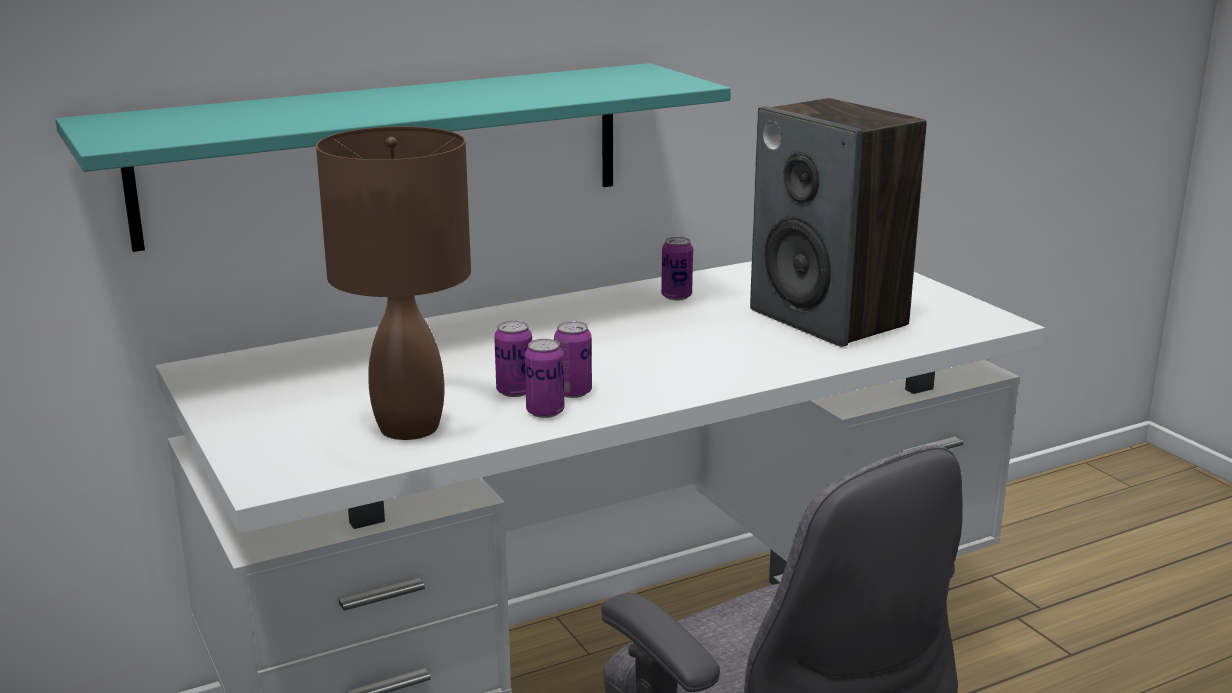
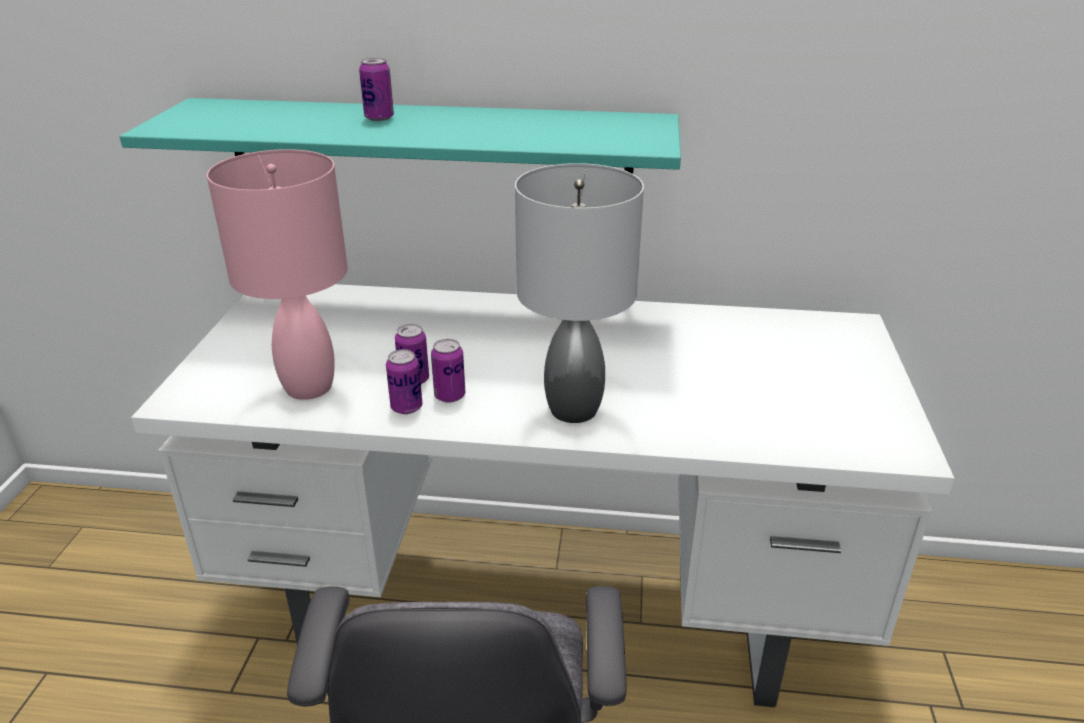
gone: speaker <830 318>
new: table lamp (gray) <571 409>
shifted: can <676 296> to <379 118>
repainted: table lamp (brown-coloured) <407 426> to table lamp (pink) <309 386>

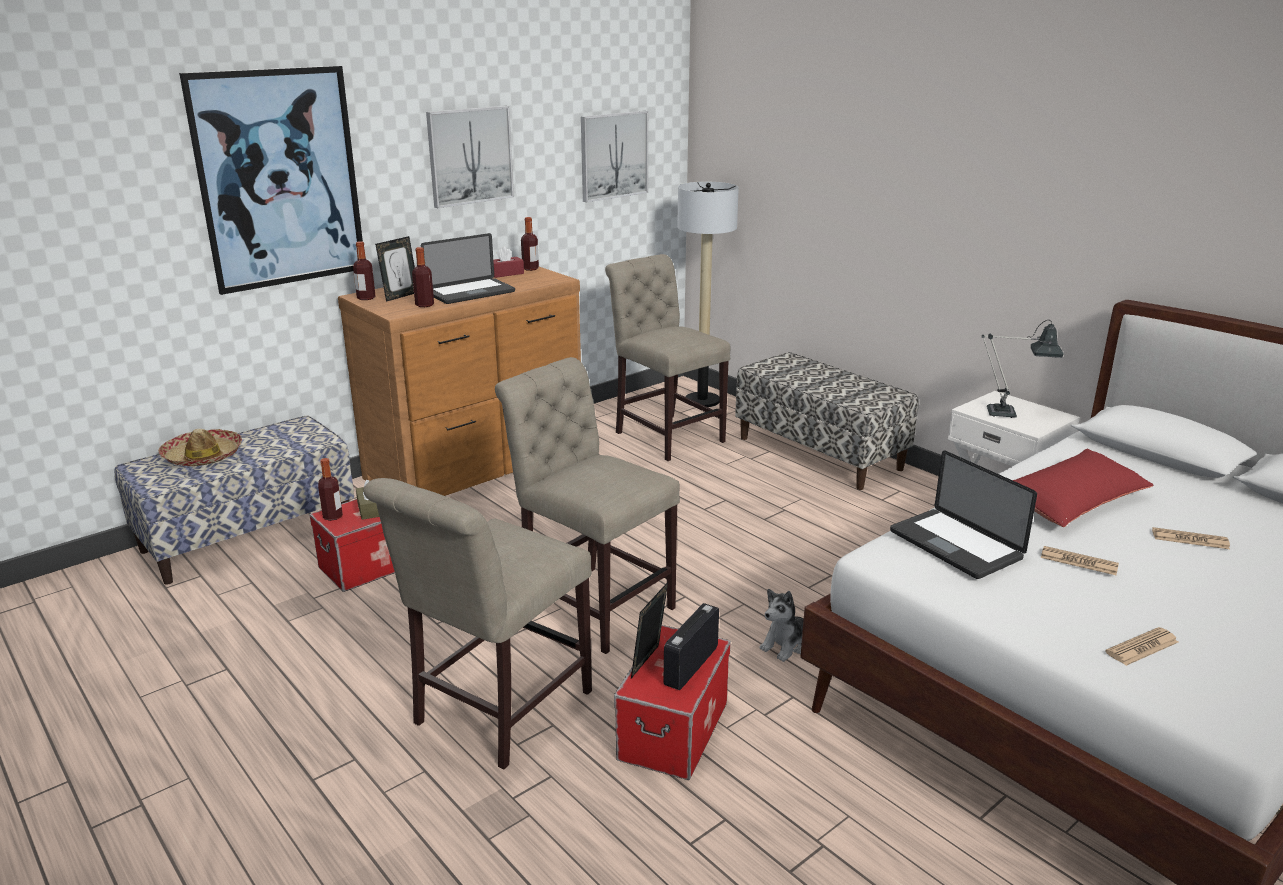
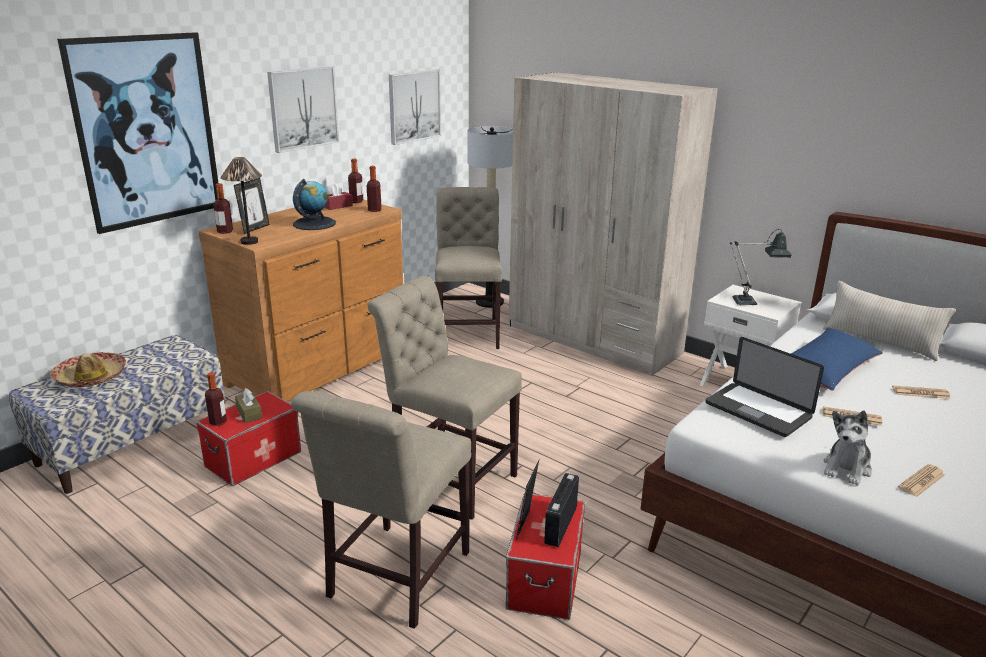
new: table lamp <249 242>; cushion (beige) <880 342>
shifted: beverage bottle <424 305> to <374 210>; cuddly toy <786 645> to <847 468>
swapped: portable computer <470 293> to globe <314 223>; indoor bench <820 453> to clothes cupboard (beige) <593 339>
repainted: cushion (reddish) <1072 502> to cushion (blue) <827 369>
rotated: chair (beige) <666 435> = <468 332> 45 degrees clockwise

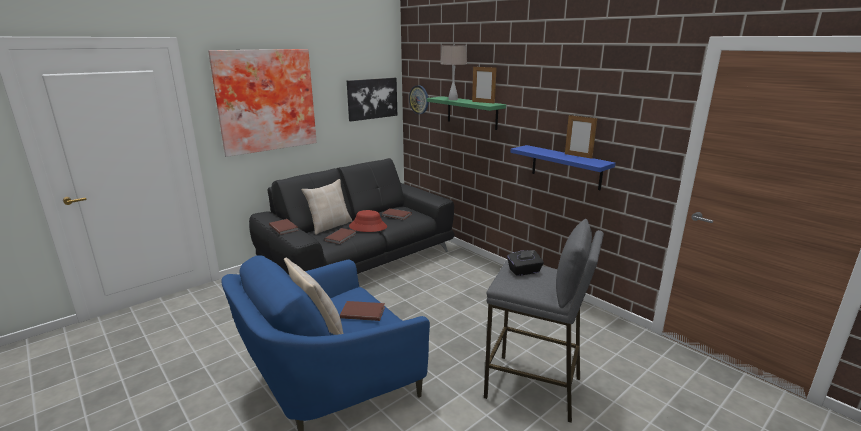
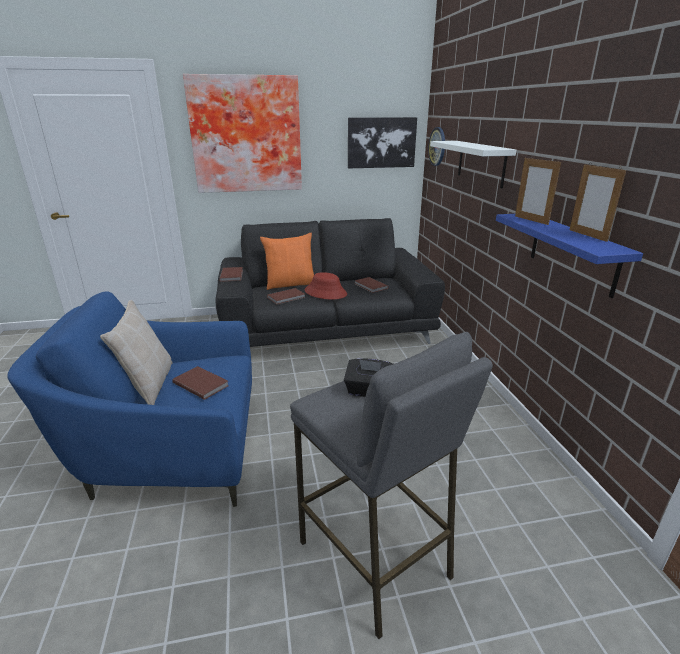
gone: table lamp (beige) <453 99>
shifted: photo frame <483 102> to <531 220>
repainted: cushion (beige) <330 226> to cushion (orange) <290 284>; bracket shelf (greenish) <472 112> to bracket shelf (white-coloured) <481 163>

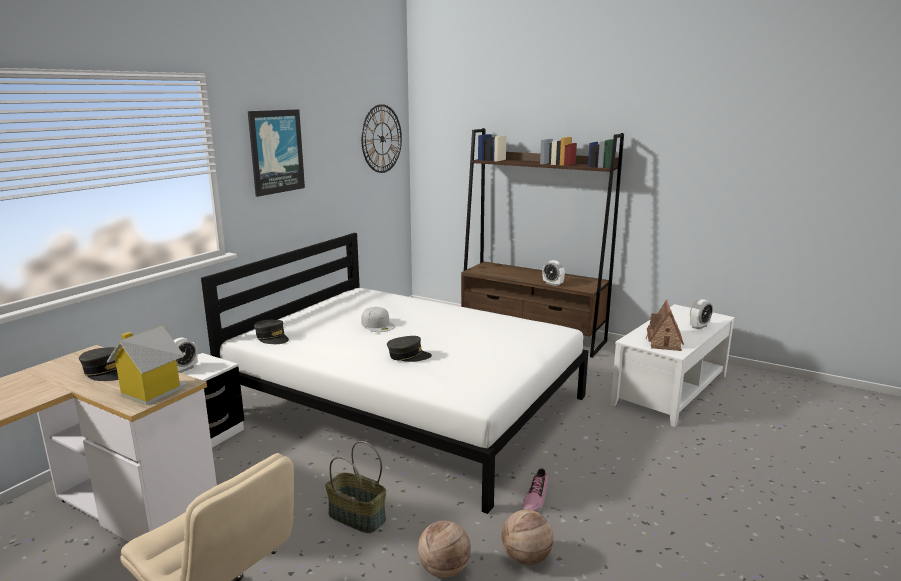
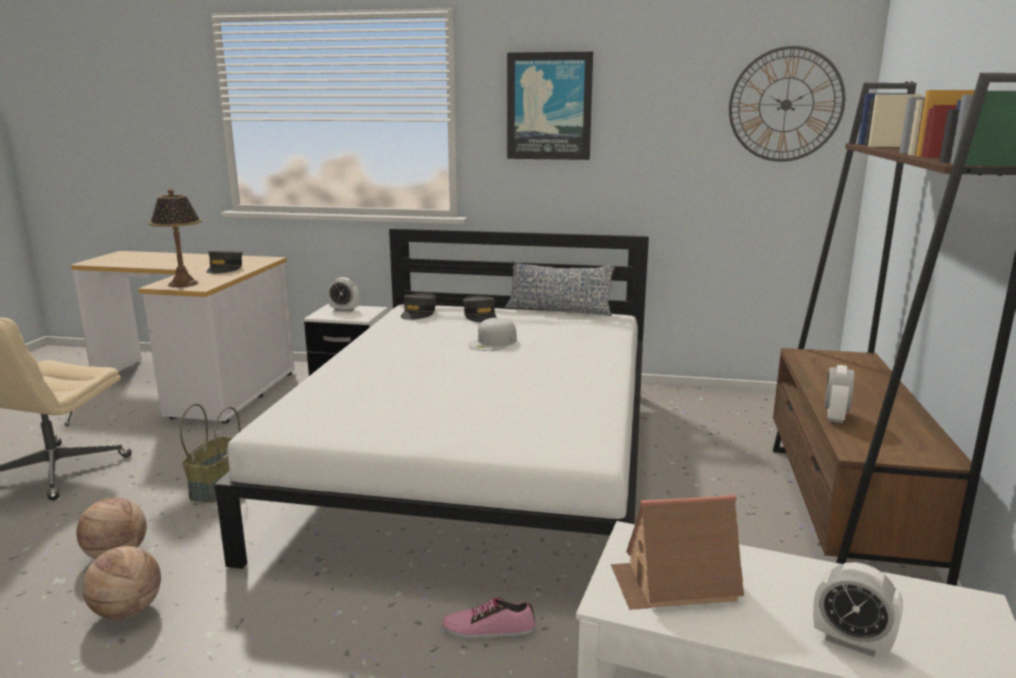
new: cushion <559 310>
shifted: baseball cap (gray) <408 356> to <480 316>; shoe <535 497> to <488 628>
swapped: toy house <151 392> to table lamp <183 284>

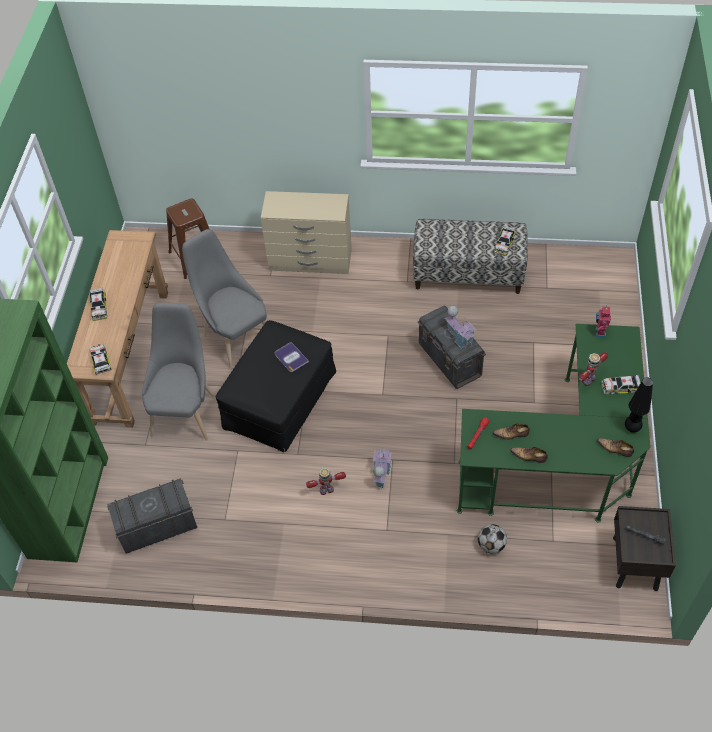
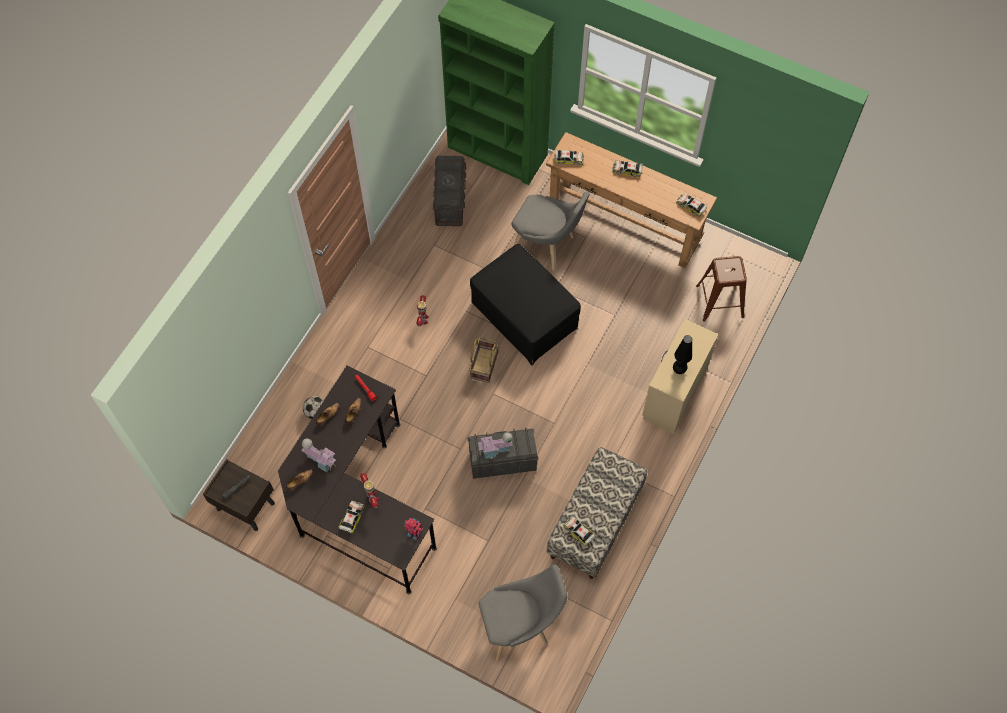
gone: bound book <291 357>
new: basket <483 364>; model car <691 206>
shifted: chair (gray) <235 336> to <520 625>; toy house <381 474> to <321 460>; table lamp (blackish) <631 428> to <679 370>
repainted: desk table (greenish) <562 461> to desk table (blackish) <358 501>

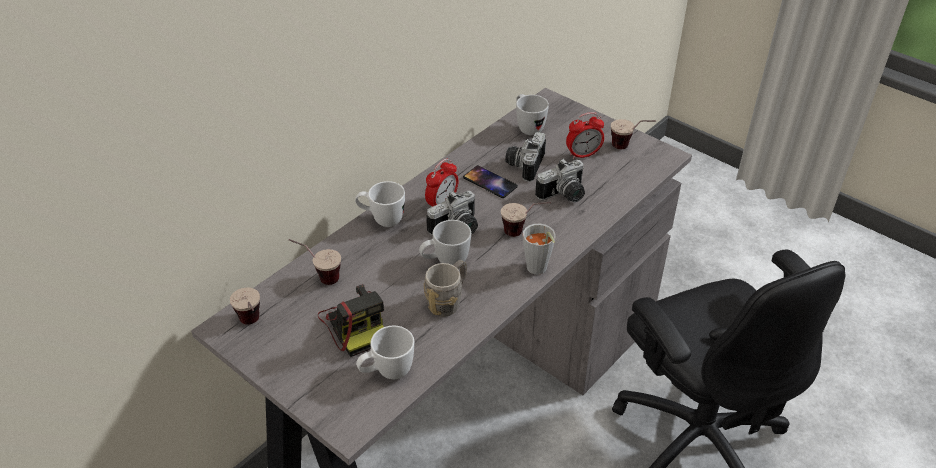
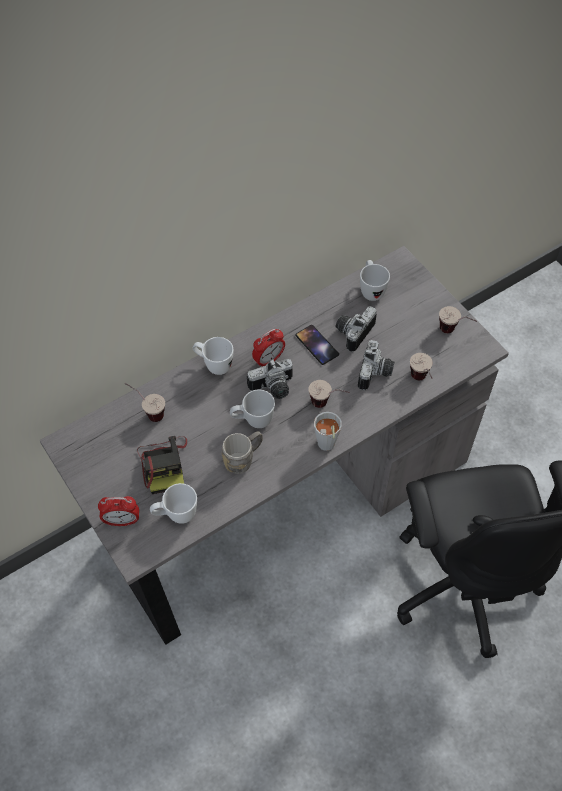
shifted: cup <253 326> to <421 382>; bedside clock <583 154> to <122 521>
rotated: still camera <564 196> = <376 373> 60 degrees counterclockwise

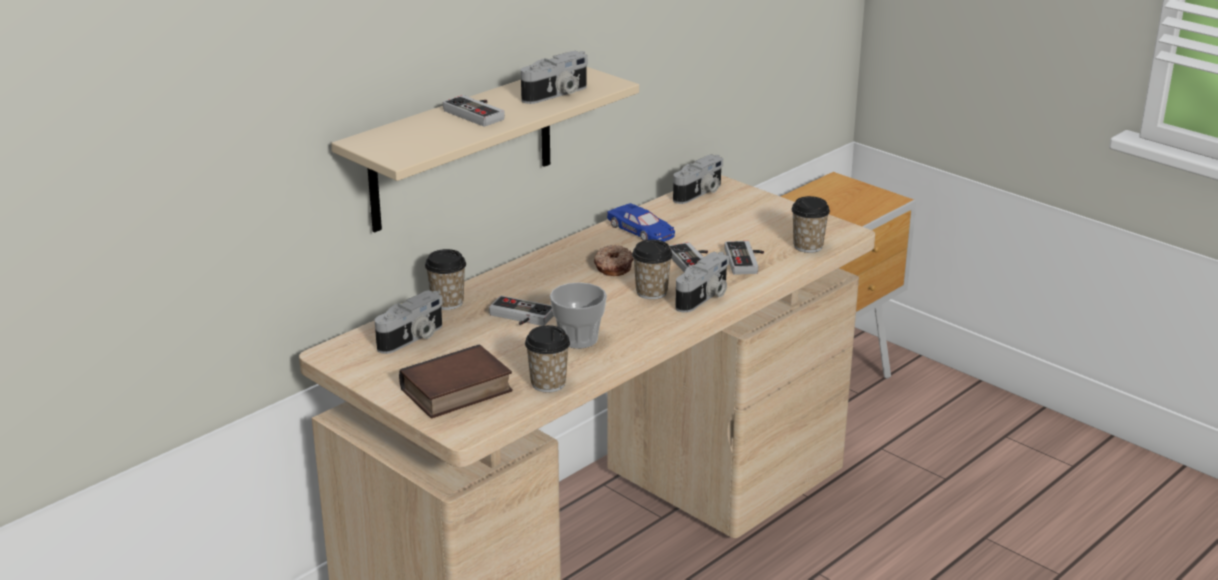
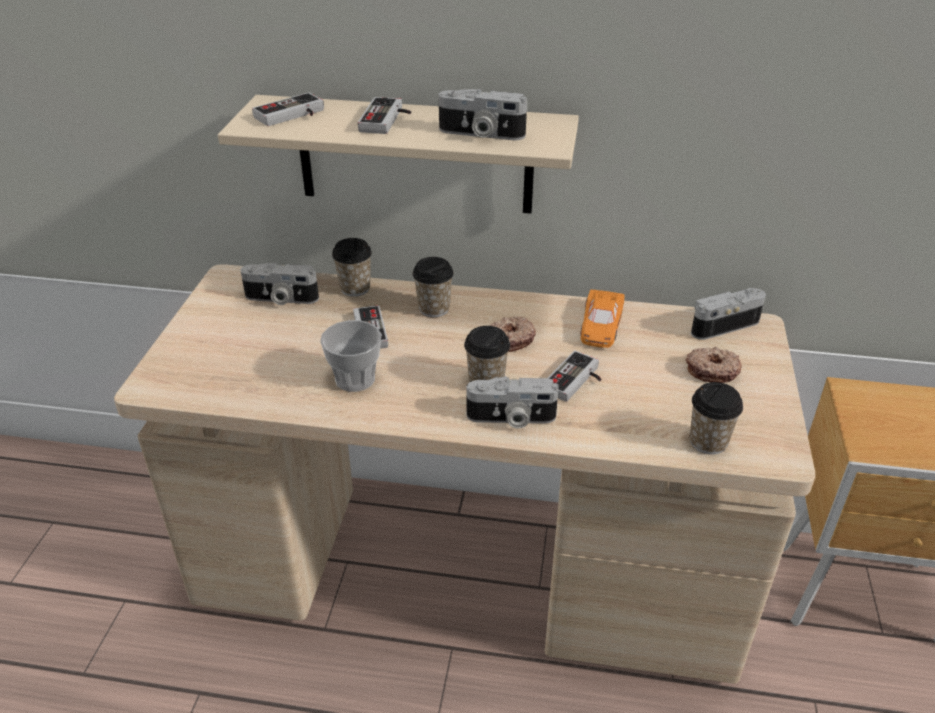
gone: bound book <456 392>
new: ring doughnut <712 370>
shifted: cup <548 383> to <434 309>; gamepad <746 261> to <292 116>
repainted: model car (blue) <642 231> to model car (orange) <600 325>
rotated: still camera <699 193> = <722 324> 150 degrees clockwise

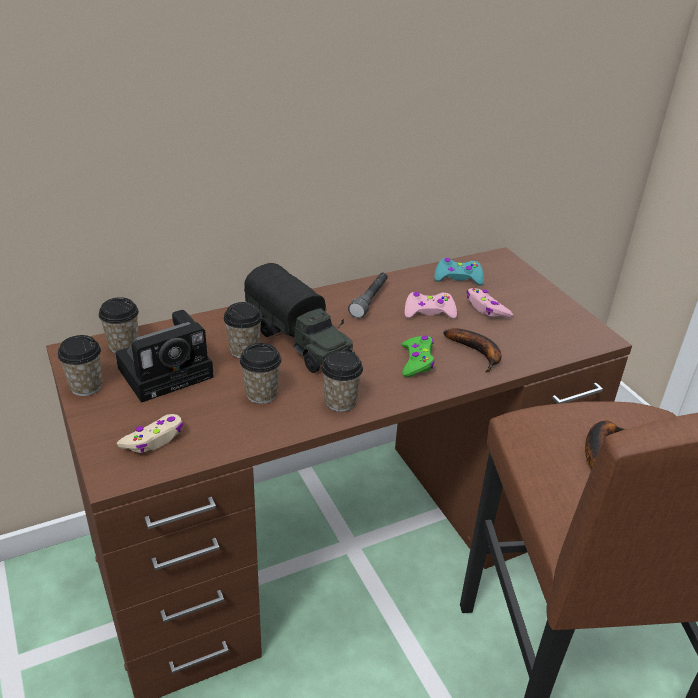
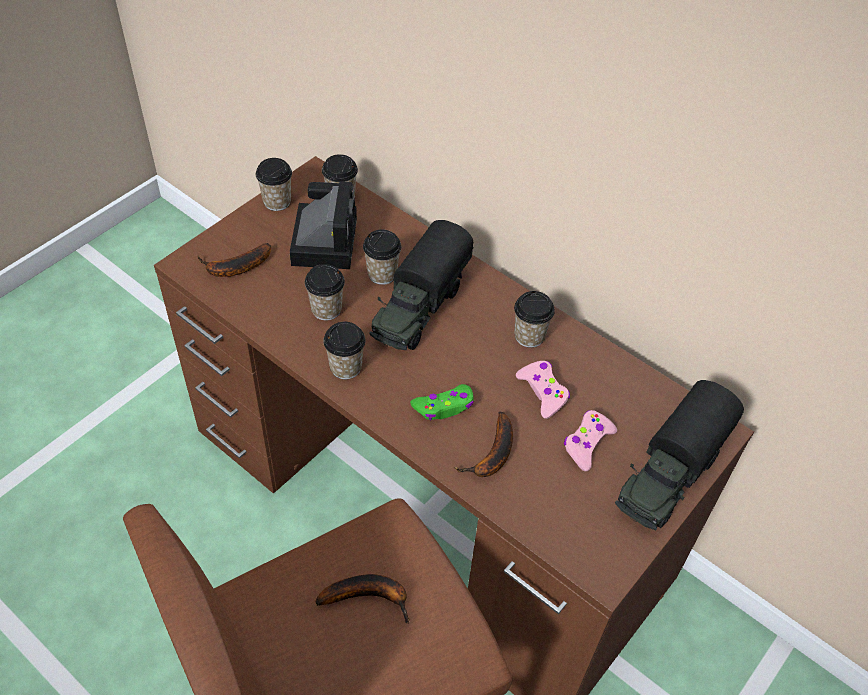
gone: gamepad (turquoise) <458 277>
new: toy truck <669 474>
swapped: gamepad (beige) <154 439> to banana fruit <235 268>; flashlight (gray) <369 300> to cup <529 336>
rotated: still camera <169 371> = <324 239> 120 degrees counterclockwise

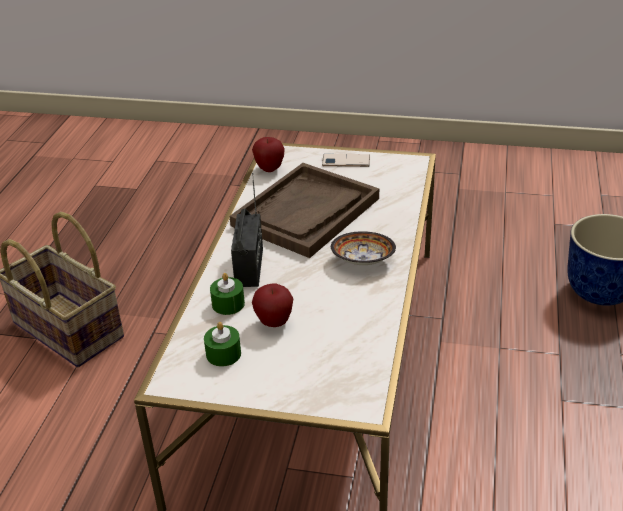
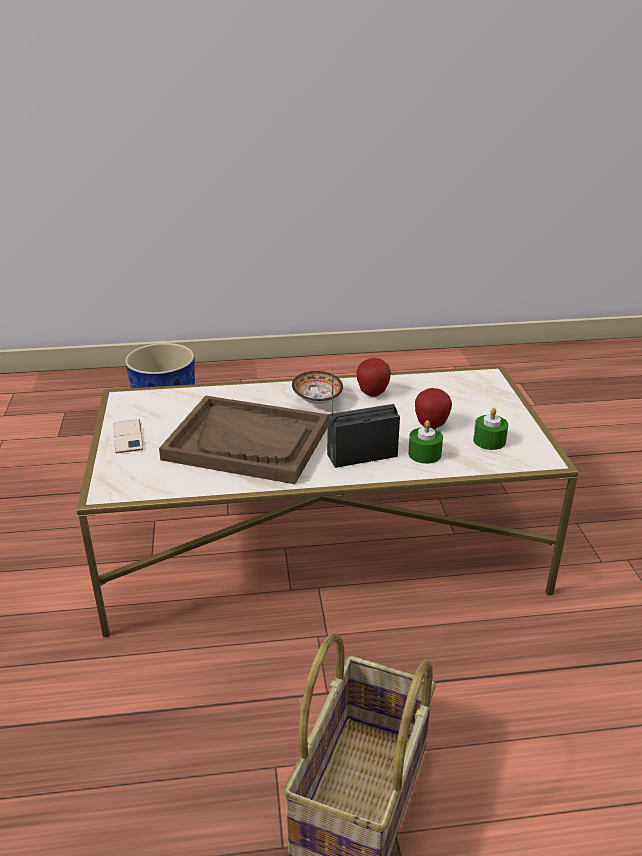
shifted: apple fruit <269 169> to <372 393>

